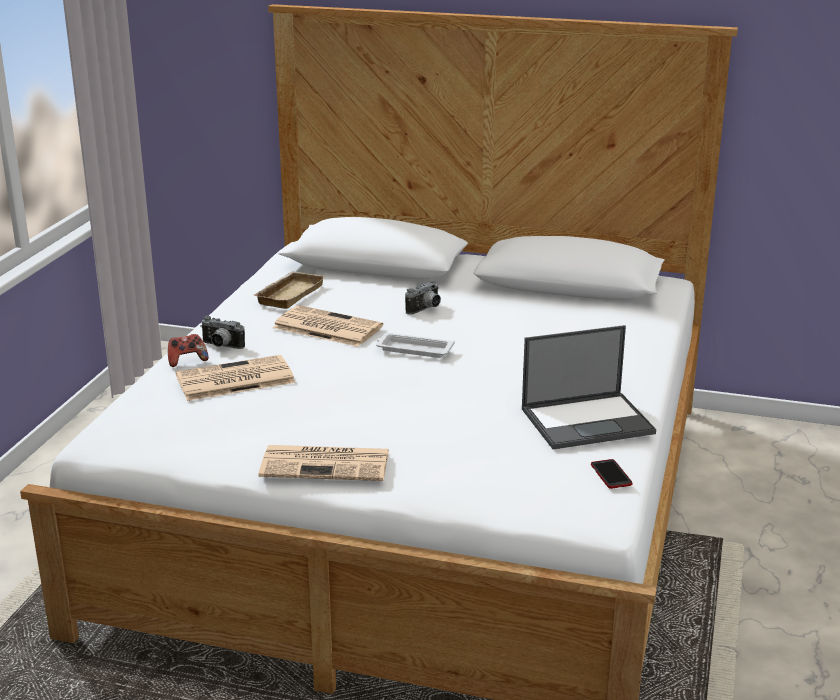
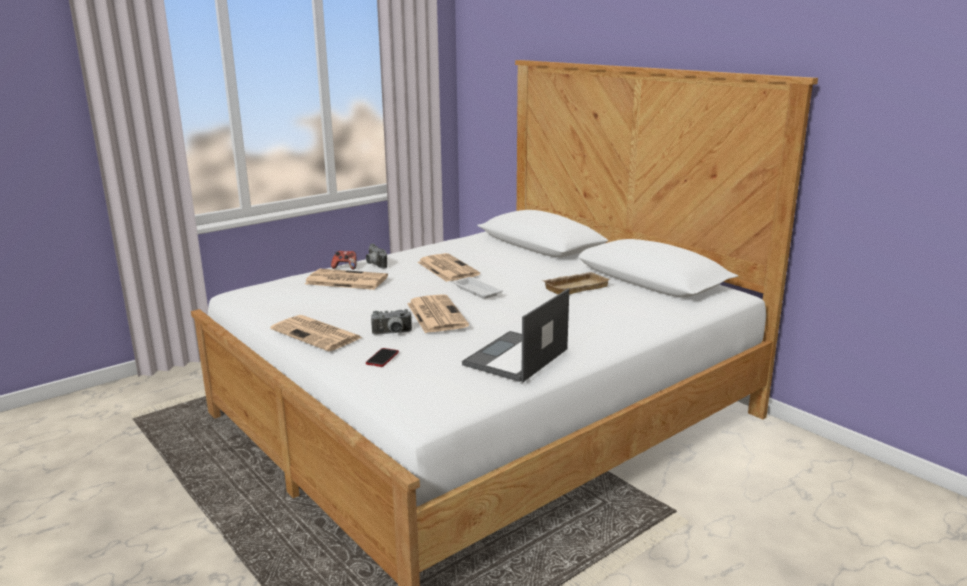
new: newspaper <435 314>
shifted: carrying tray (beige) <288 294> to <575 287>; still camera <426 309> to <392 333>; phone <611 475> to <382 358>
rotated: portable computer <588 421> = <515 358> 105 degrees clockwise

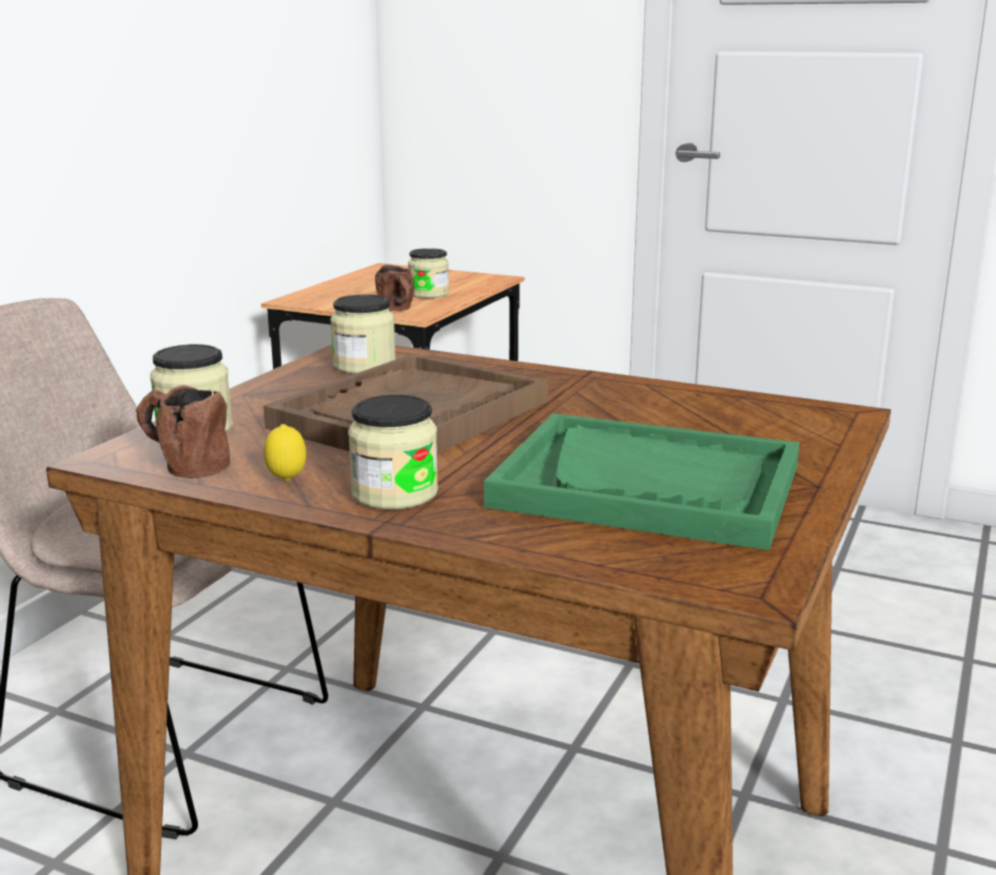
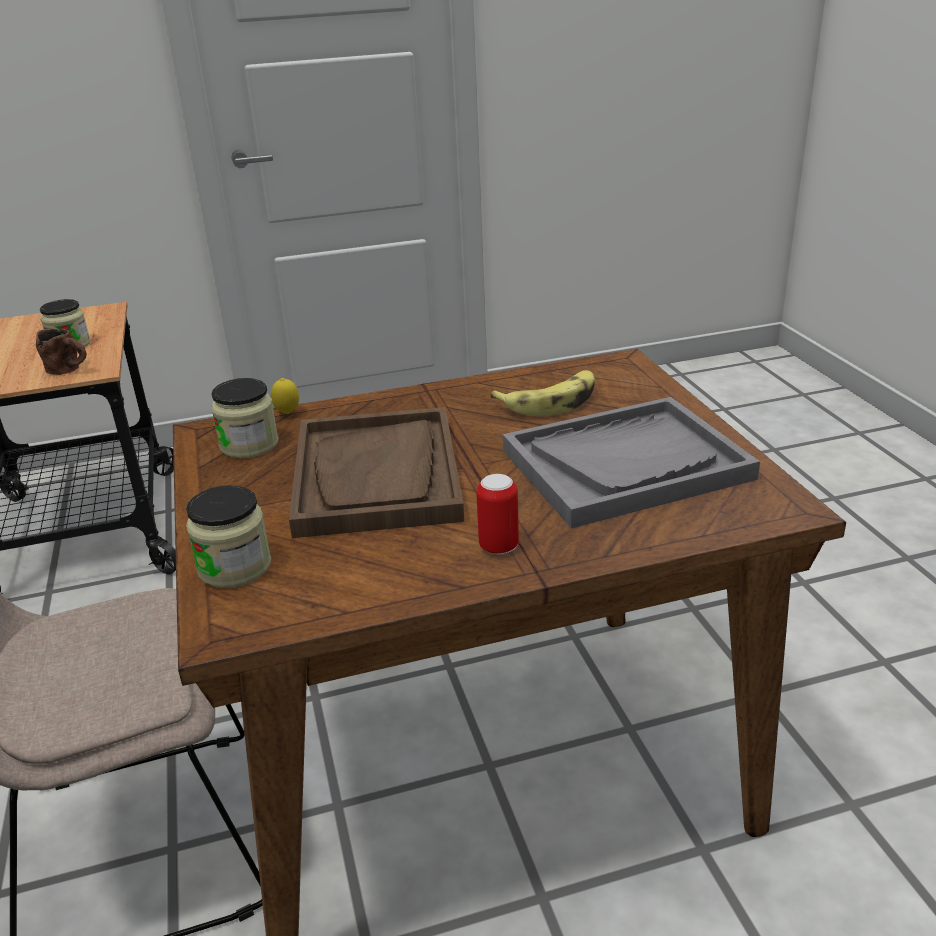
gone: coffee mug (brown-coloured) <182 464>
new: banana fruit <551 402>
shifted: citrus fruit <287 480> to <287 414>
swapped: jar <394 493> to can <498 547>
repainted: carrying tray (greenish) <648 486> to carrying tray (gray) <625 464>

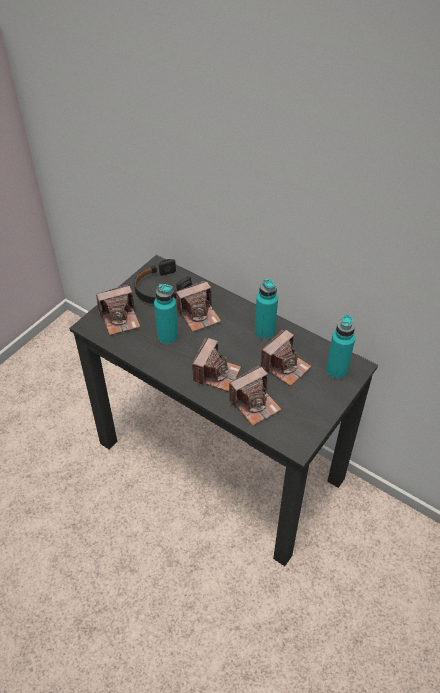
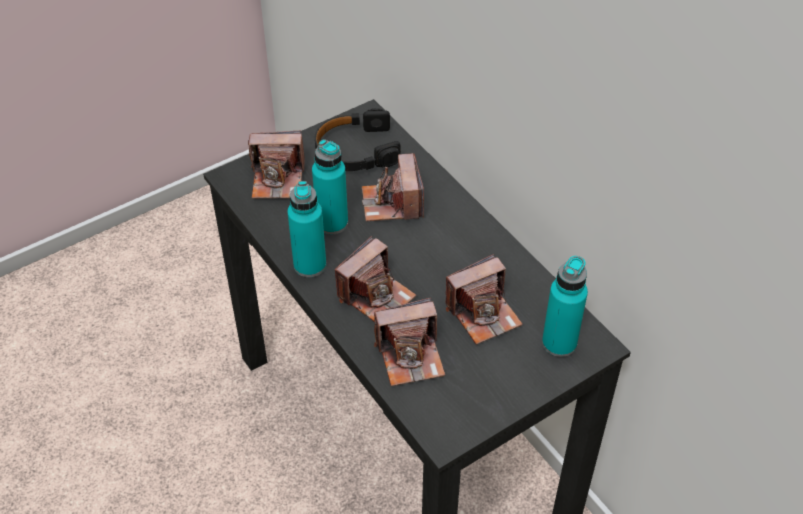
shifted: beverage bottle (turquoise) <264 332> to <310 265>
rotated: still camera <199 315> = <392 203> 90 degrees clockwise

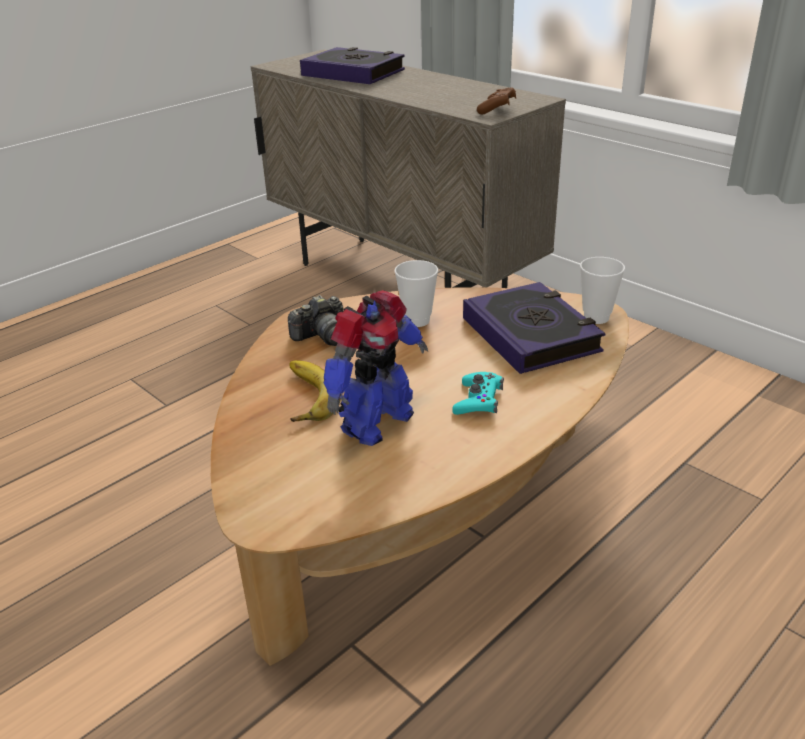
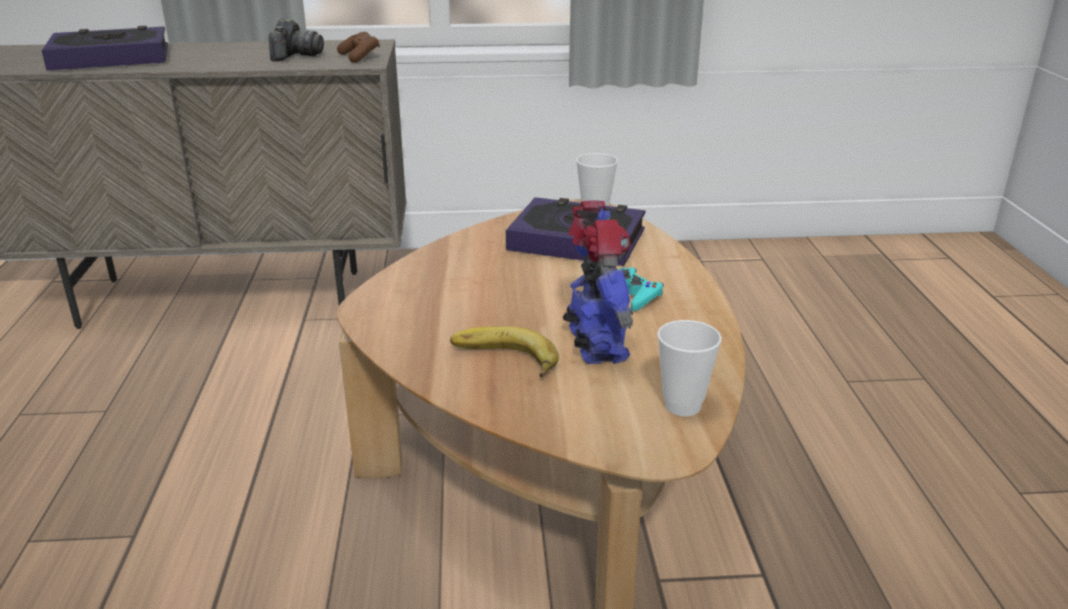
shifted: still camera <323 336> to <295 56>; cup <417 320> to <682 406>

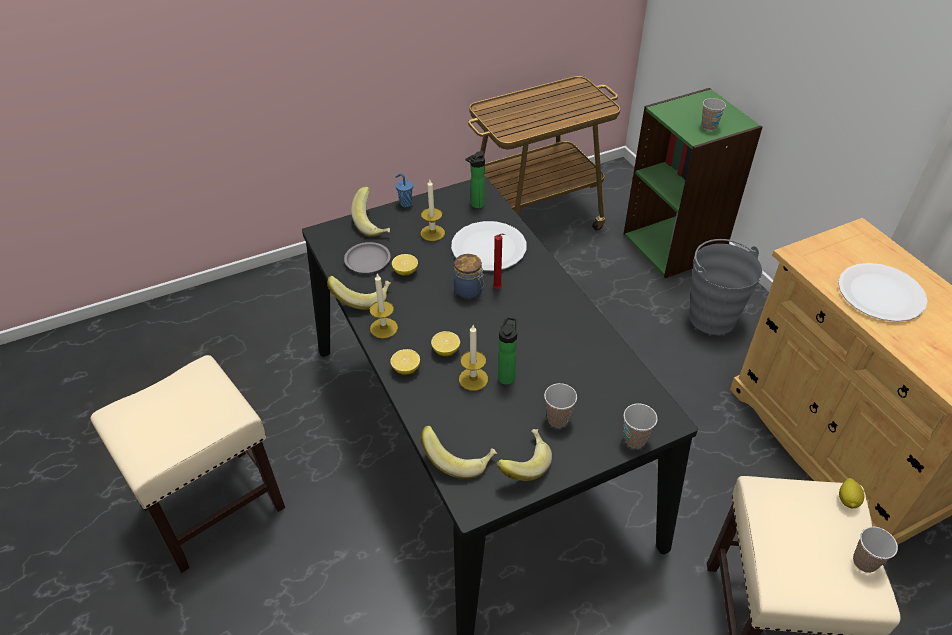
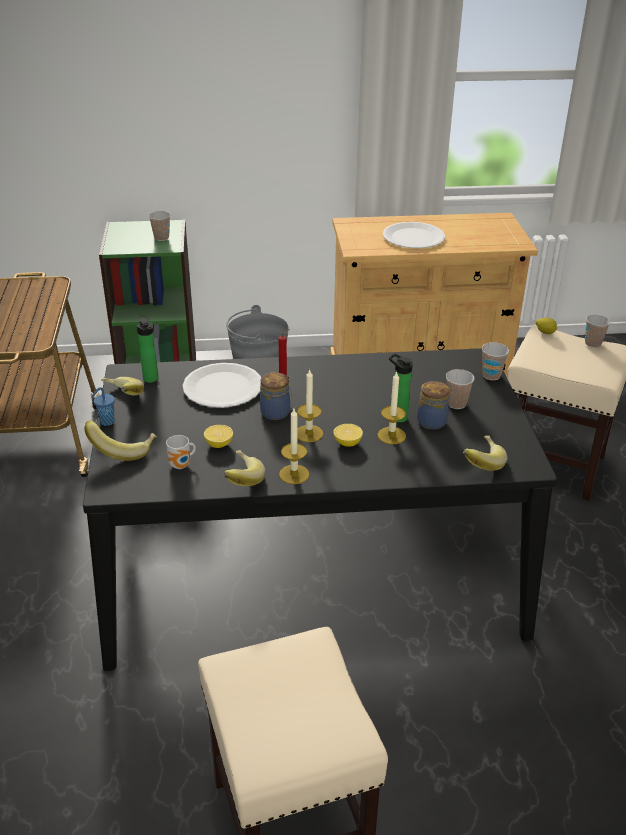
gone: citrus fruit <406 369>
new: jar <431 421>
shifted: candle <432 233> to <309 433>; banana fruit <522 463> to <121 398>
swapped: plate (gray) <368 260> to coffee mug <182 465>

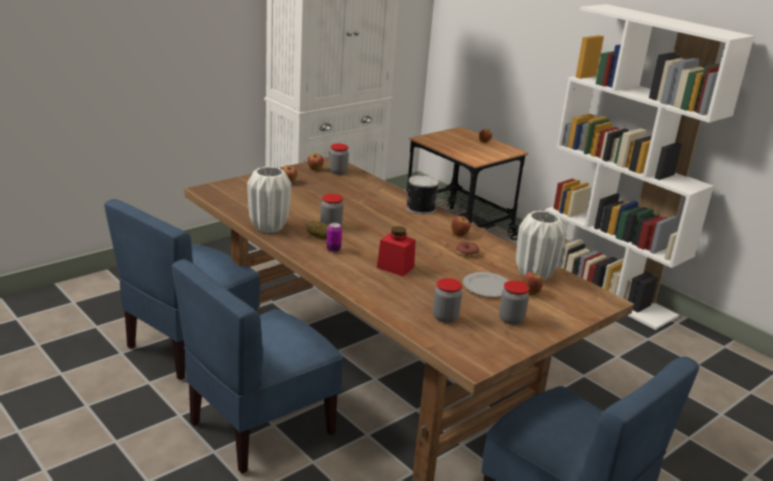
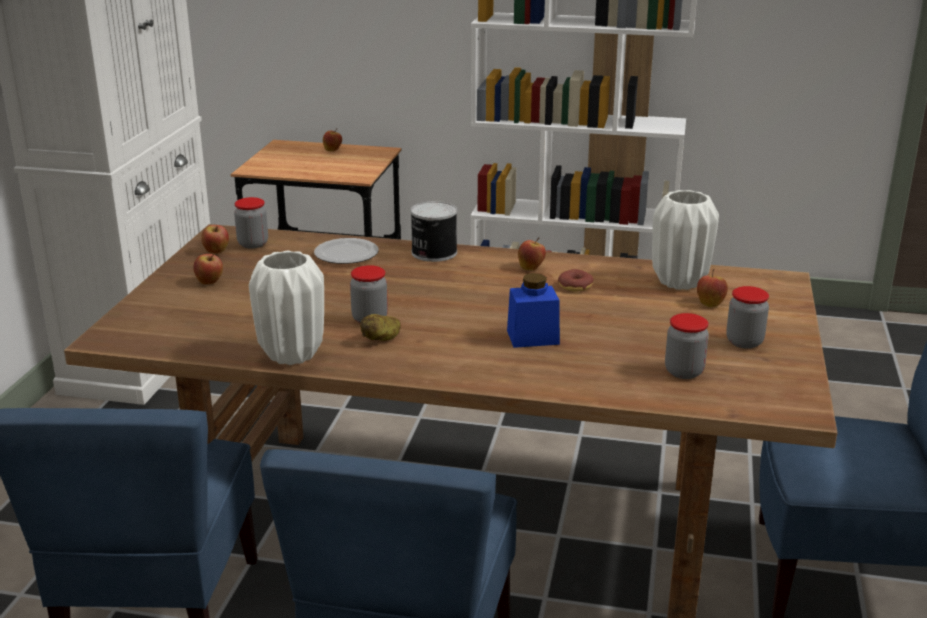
gone: can <333 250>
shifted: plate <488 287> to <347 254>
repainted: jar (reddish) <395 267> to jar (blue) <533 337>

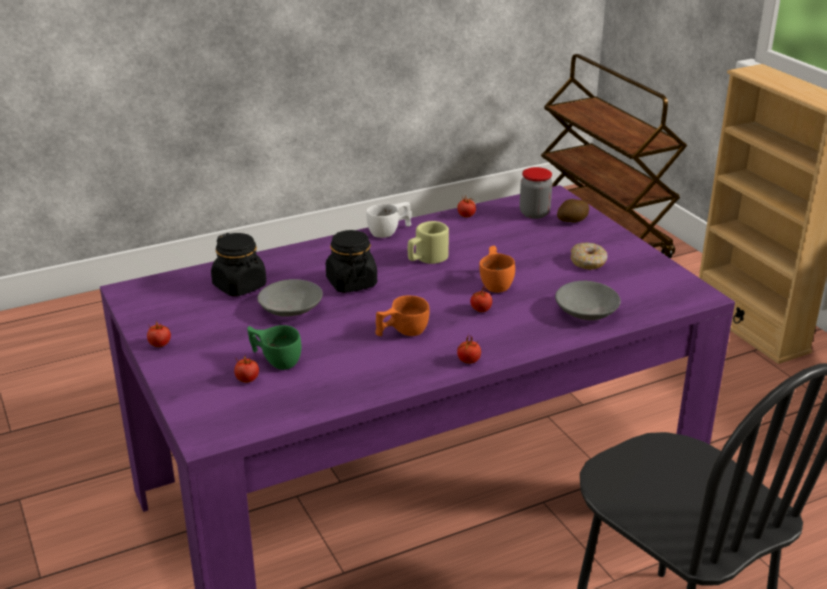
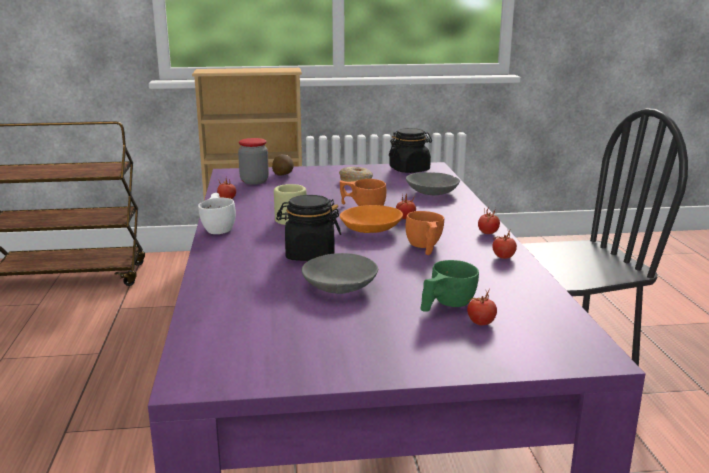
new: bowl (orange) <370 229>
shifted: tomato <160 344> to <503 257>; jar (blackish) <240 286> to <409 170>

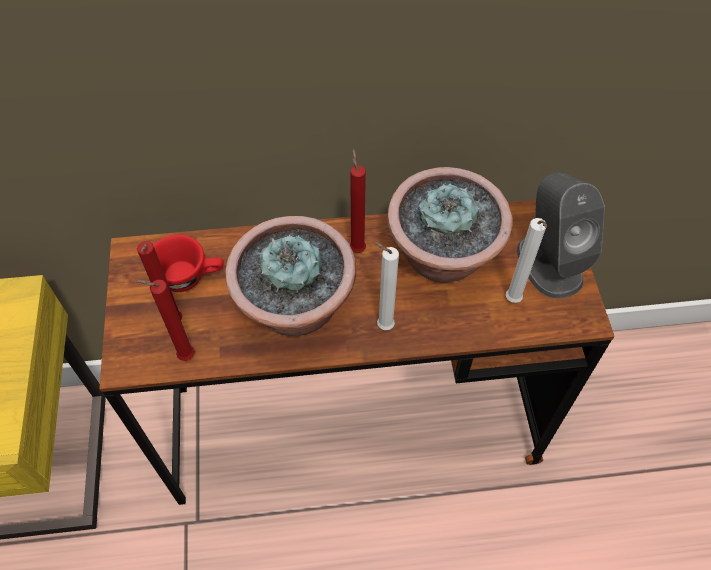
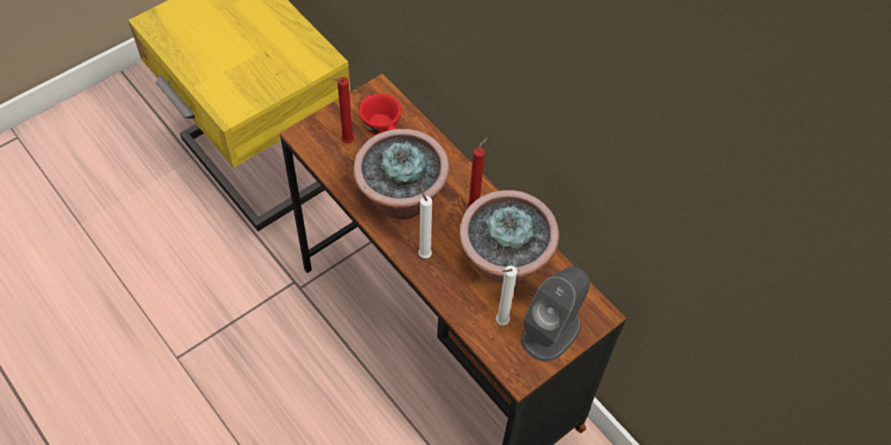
gone: candle (reddish) <183 356>

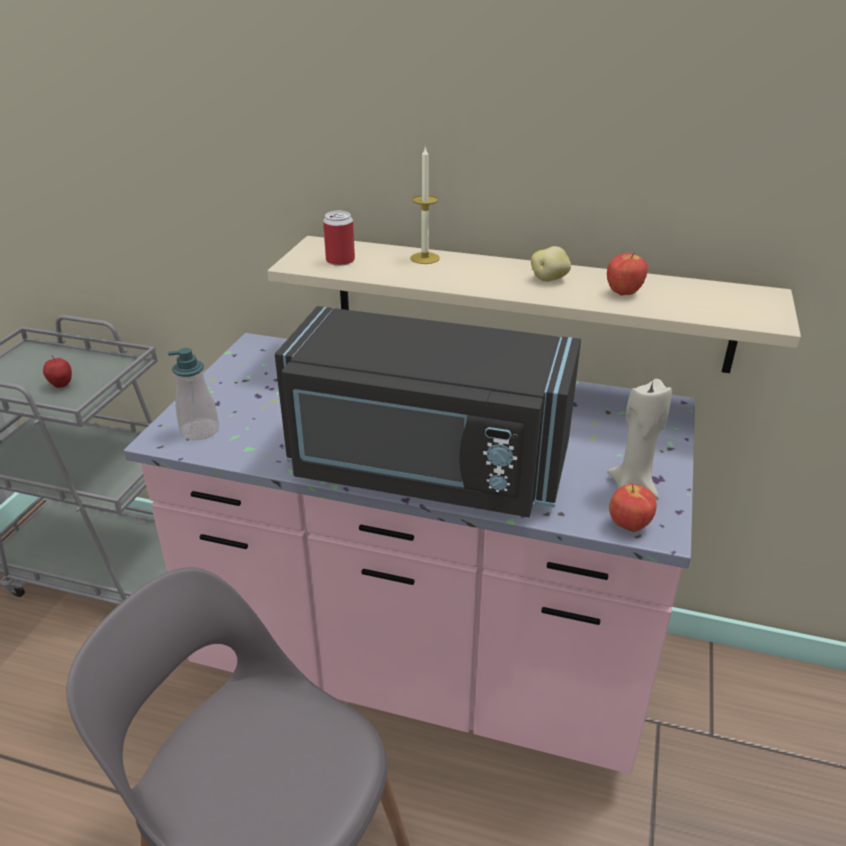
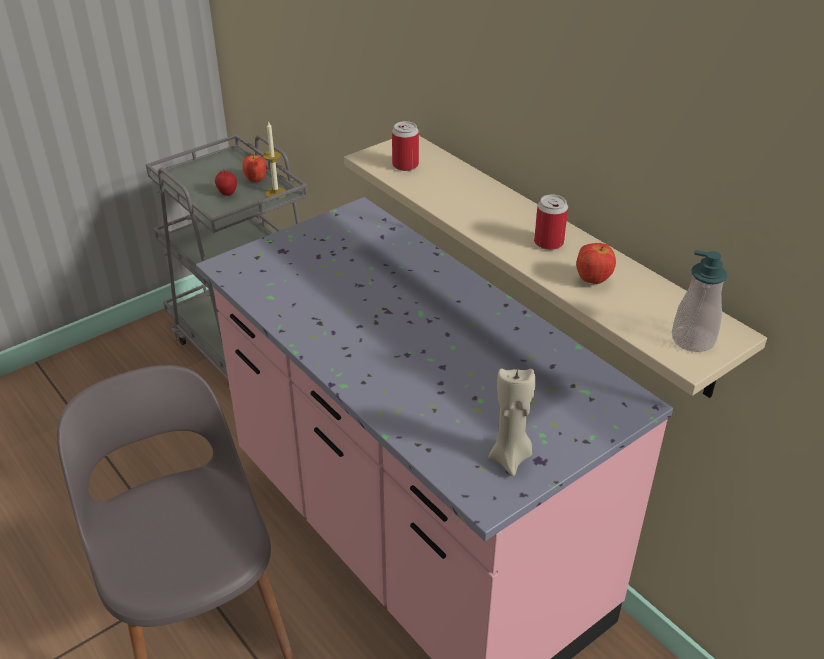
gone: microwave oven (blackish) <425 469>
shifted: liquid soap bottle <200 430> to <693 339>; candle <425 258> to <276 193>; apple fruit <628 526> to <255 180>
swapped: potato <549 279> to can <548 243>

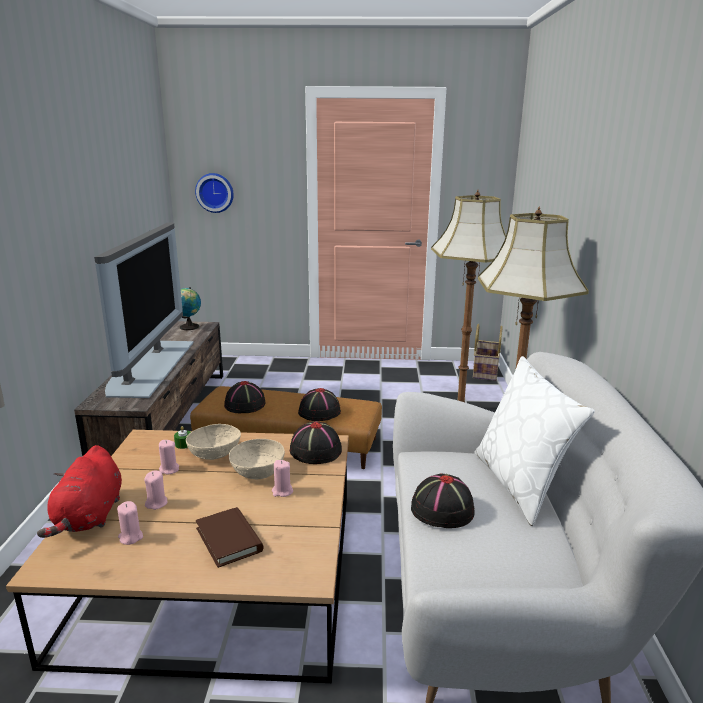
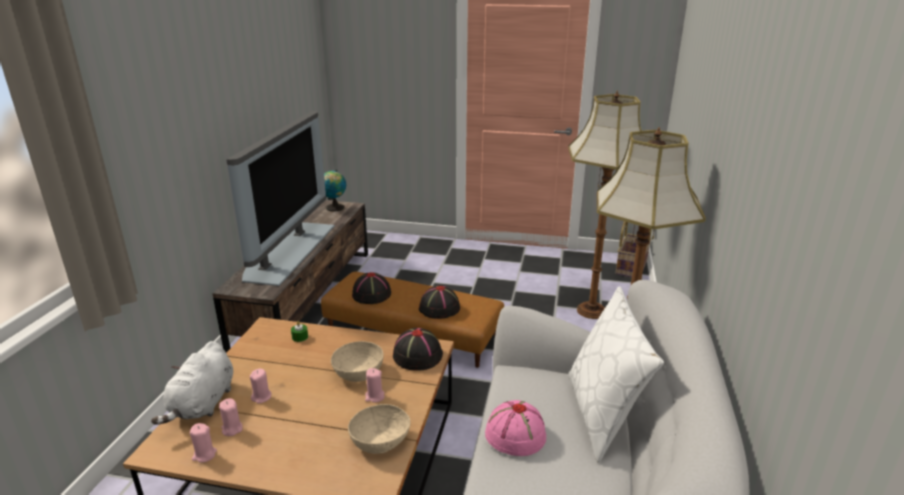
gone: wall clock <215 192>; bound book (brown-coloured) <229 539>
shifted: candle (pink) <169 469> to <204 455>; bowl (beige) <215 453> to <380 441>
repainted: cuddly toy (reddish) <89 517> to cuddly toy (white-coloured) <203 404>; wearable hat (blackish) <441 509> to wearable hat (pink) <515 434>

